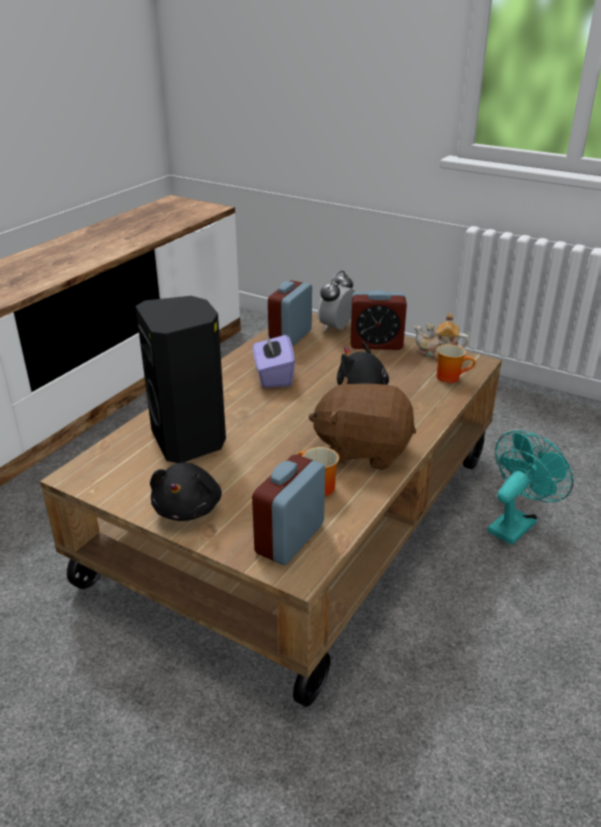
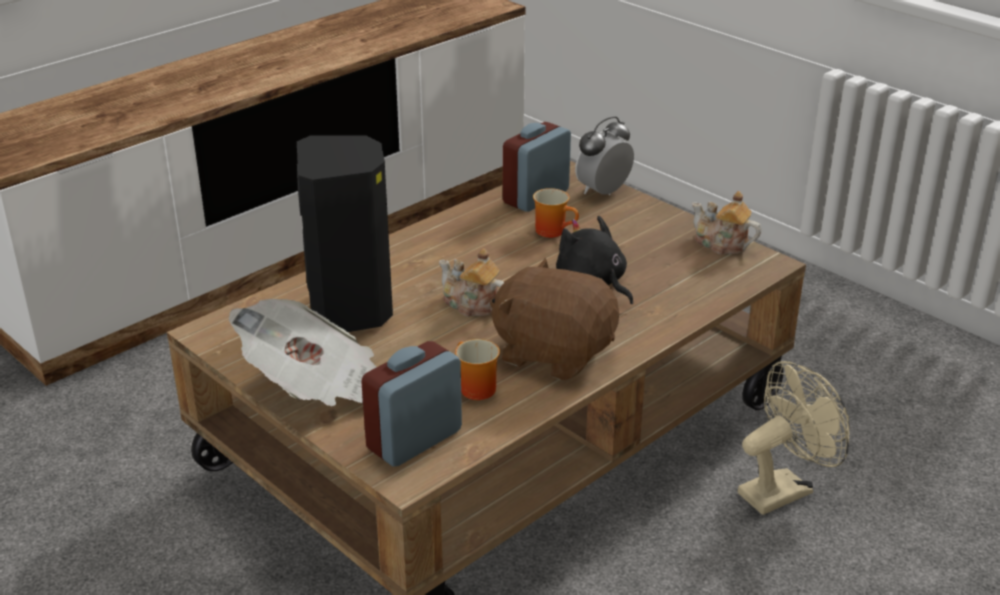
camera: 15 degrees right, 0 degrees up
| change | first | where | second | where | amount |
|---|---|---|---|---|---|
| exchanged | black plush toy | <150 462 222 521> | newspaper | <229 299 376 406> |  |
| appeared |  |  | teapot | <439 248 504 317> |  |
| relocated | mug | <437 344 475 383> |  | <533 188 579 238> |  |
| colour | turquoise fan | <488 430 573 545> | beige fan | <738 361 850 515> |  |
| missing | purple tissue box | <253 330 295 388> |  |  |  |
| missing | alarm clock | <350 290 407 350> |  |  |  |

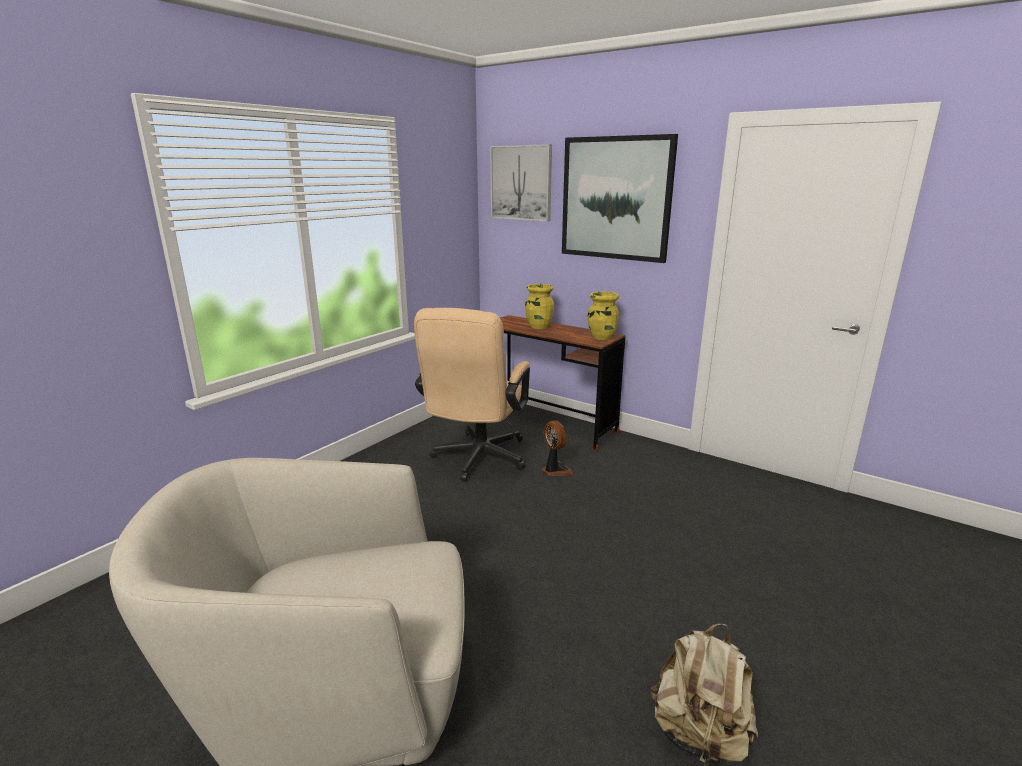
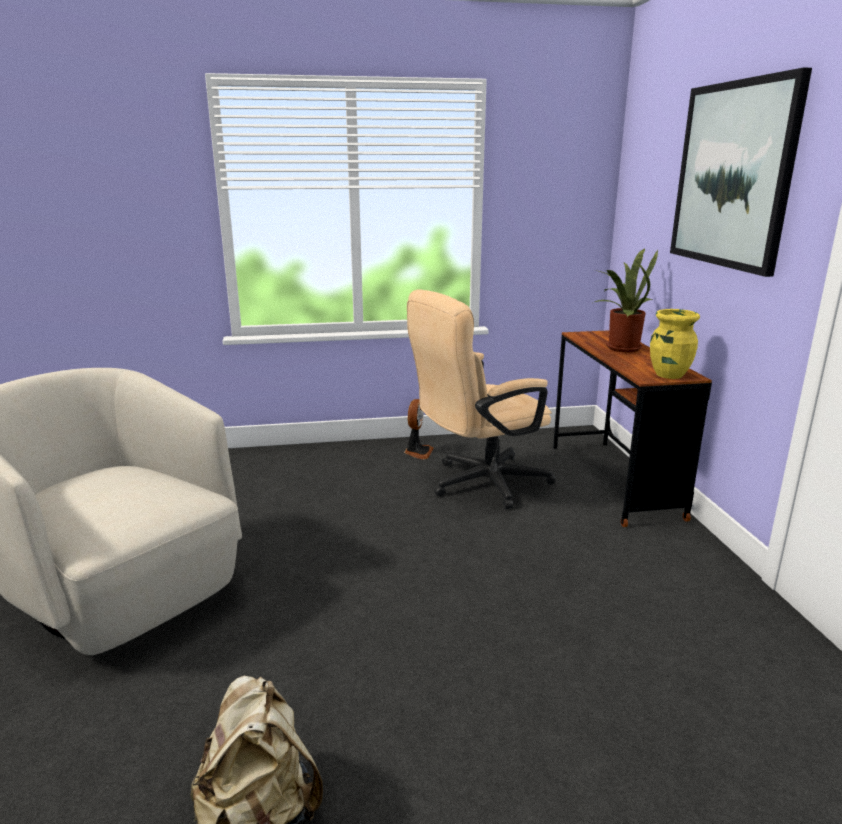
camera: 45 degrees right, 0 degrees up
| change | first | where | second | where | amount |
|---|---|---|---|---|---|
| relocated | fan | <542 420 573 475> |  | <404 399 433 460> |  |
| exchanged | yellow vase | <525 284 554 329> | potted plant | <595 248 658 352> |  |
| missing | picture | <490 144 552 221> |  |  |  |

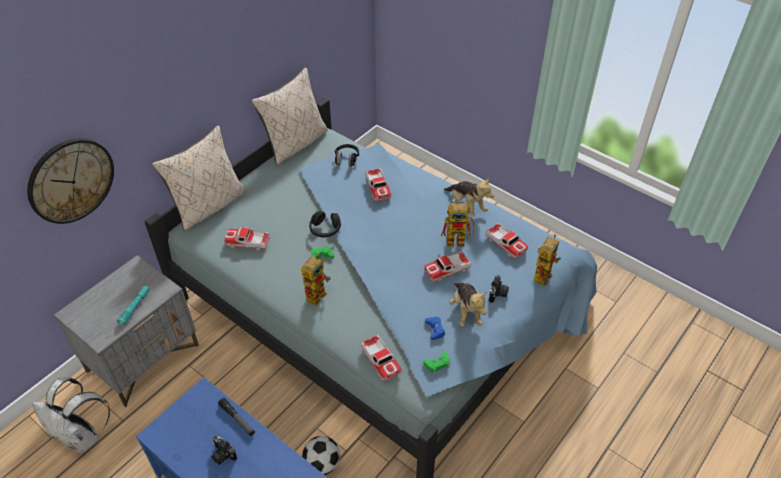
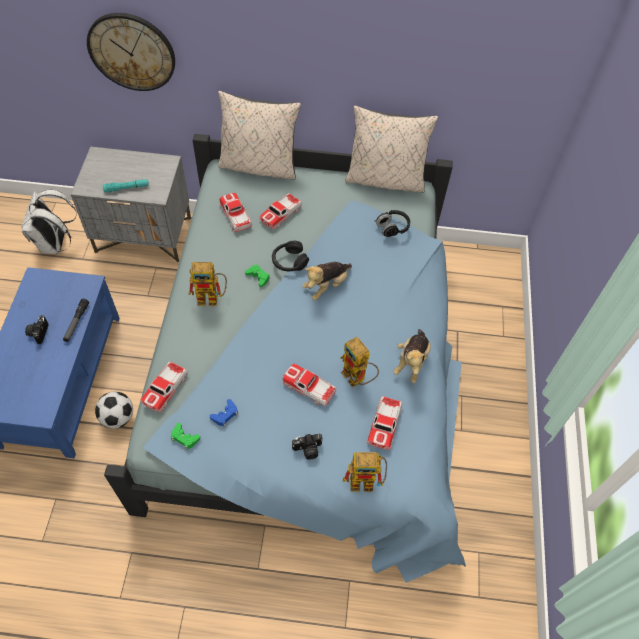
camera: 55 degrees right, 10 degrees up
| change | first | where | second | where | amount |
|---|---|---|---|---|---|
| relocated | toy car | <365 168 392 201> |  | <259 193 302 229> |  |
| relocated | plush toy | <449 283 487 326> |  | <302 262 352 300> |  |

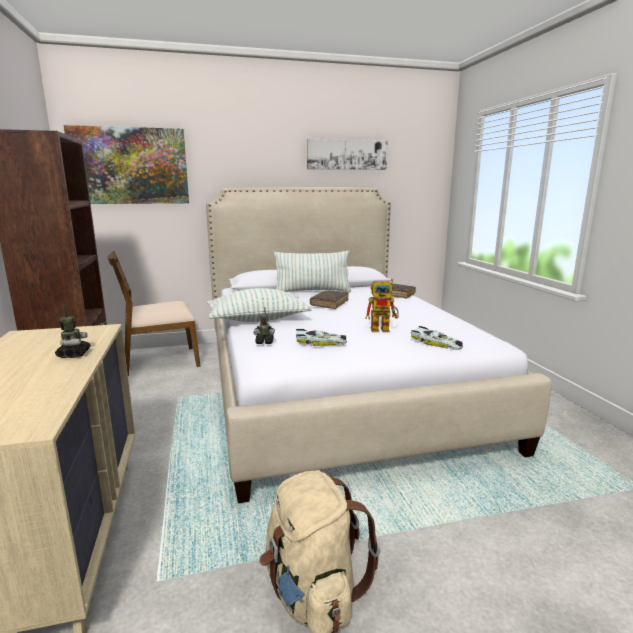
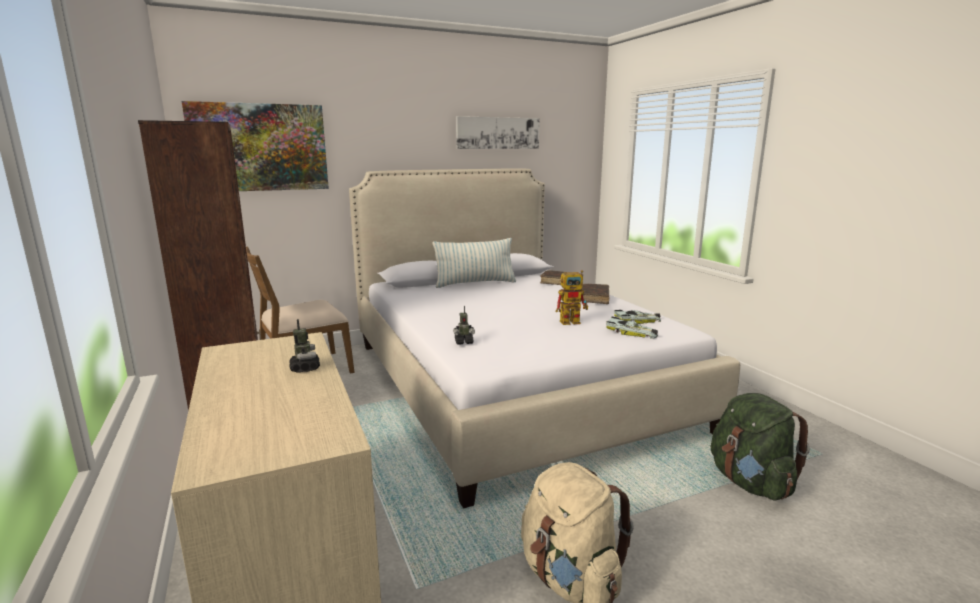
camera: 10 degrees left, 0 degrees up
| change | first | where | second | where | amount |
|---|---|---|---|---|---|
| relocated | brown book | <310 290 348 309> |  | <581 284 609 304> |  |
| relocated | toy car | <296 329 347 346> |  | <614 310 661 324> |  |
| appeared |  |  | green backpack | <711 393 810 501> |  |
| missing | pillow | <207 288 312 322> |  |  |  |

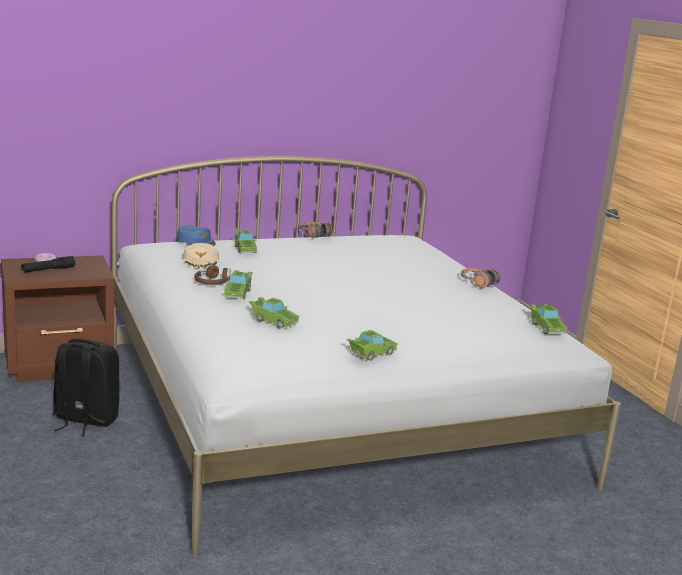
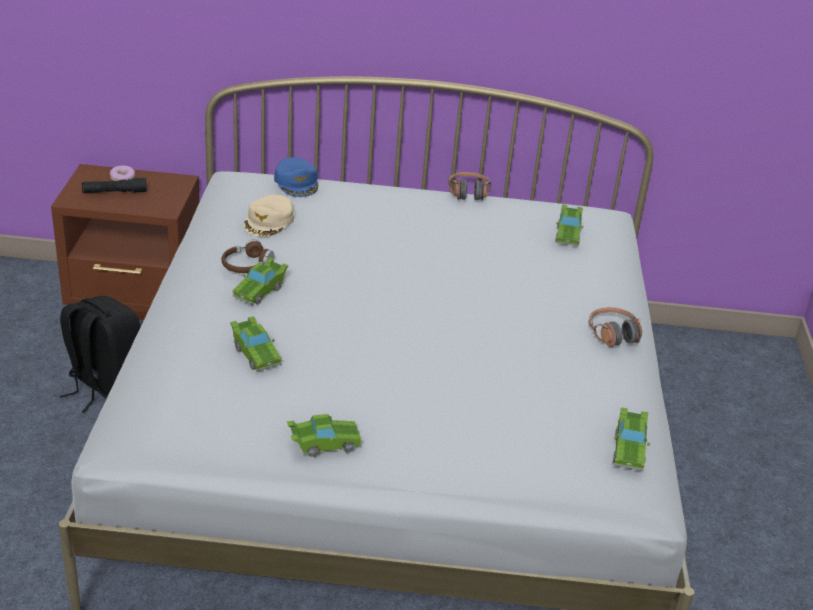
camera: 25 degrees right, 15 degrees up
| change | first | where | second | where | amount |
|---|---|---|---|---|---|
| relocated | green toy car | <235 230 257 253> |  | <555 204 583 246> |  |

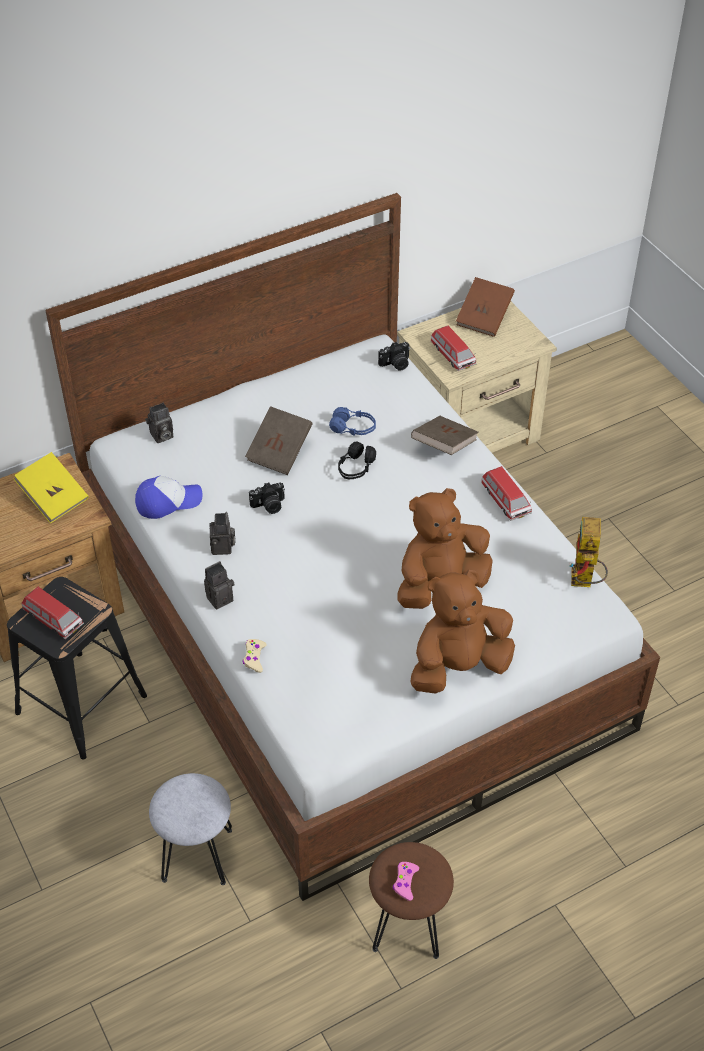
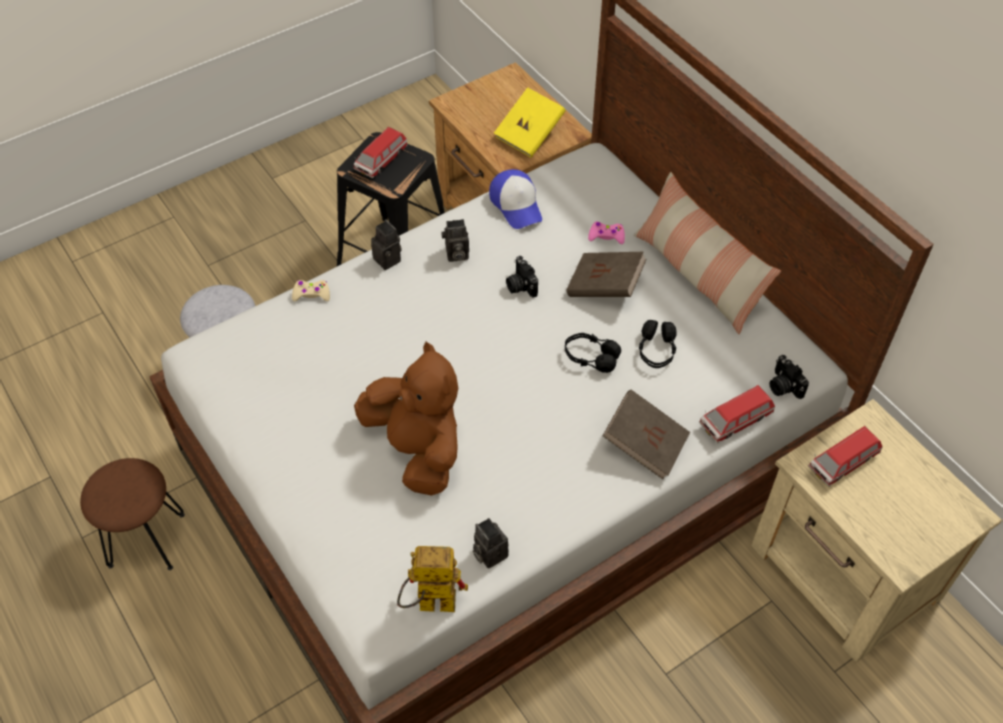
camera: 85 degrees right, 5 degrees up
| change | first | where | second | where | amount |
|---|---|---|---|---|---|
| relocated | photo camera | <145 403 173 443> |  | <473 518 509 568> |  |
| relocated | pink game controller | <393 862 419 901> |  | <588 222 625 244> |  |
| appeared |  |  | pillow | <634 172 781 334> |  |
| colour | blue headphones | <329 407 376 436> | black headphones | <639 320 677 368> |  |
| relocated | toy car | <481 466 532 521> |  | <699 385 775 443> |  |
| missing | brown plush toy | <410 570 515 694> |  |  |  |
| missing | brown book | <456 277 515 337> |  |  |  |

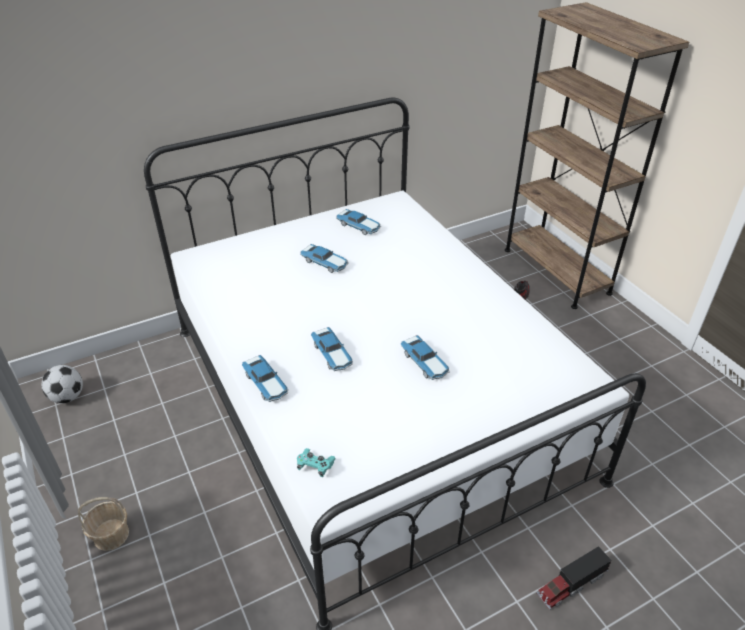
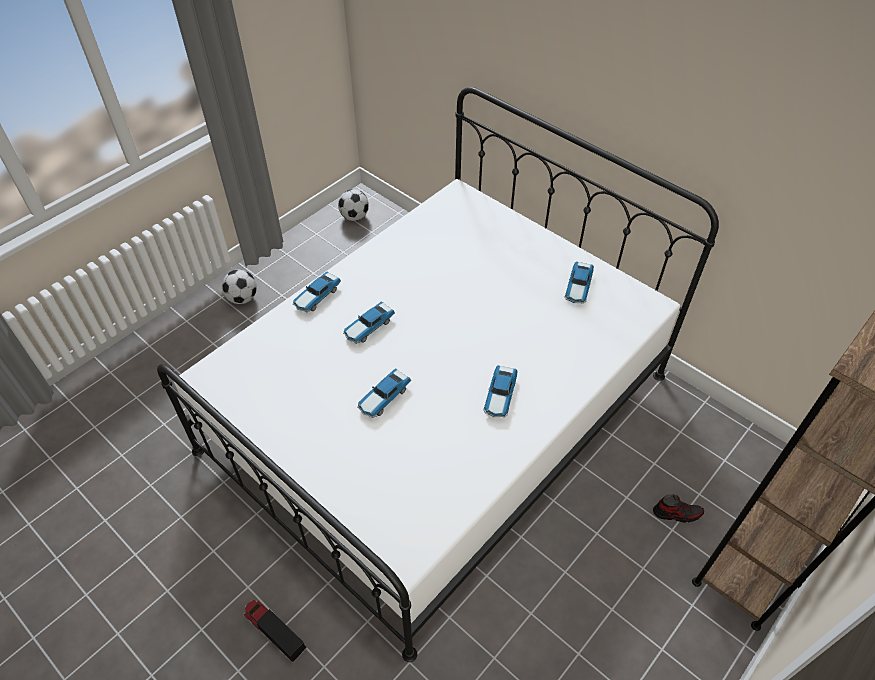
camera: 70 degrees right, 10 degrees up
| change | first | where | second | where | amount |
|---|---|---|---|---|---|
| exchanged | basket | <78 497 129 551> | football | <222 270 257 304> |  |
| relocated | toy car | <301 244 348 273> |  | <483 365 518 418> |  |
| missing | turquoise game controller | <297 448 335 477> |  |  |  |

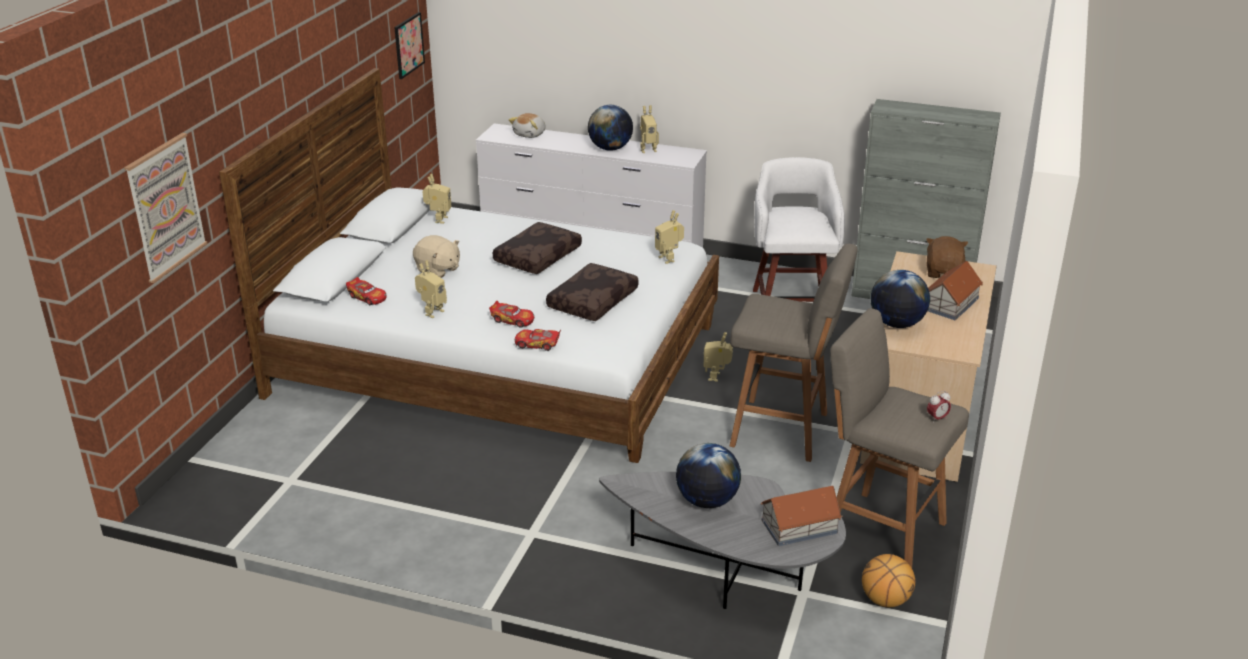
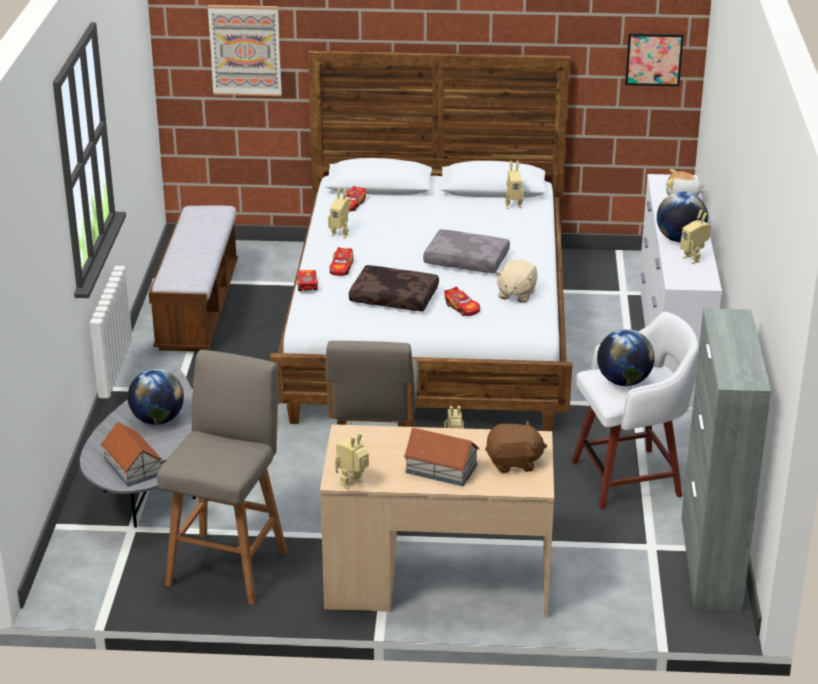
camera: 75 degrees right, 0 degrees up
| change | first | where | second | where | amount |
|---|---|---|---|---|---|
| appeared |  |  | bench | <149 206 238 352> |  |
| relocated | toy robot | <655 210 684 264> |  | <335 432 369 489> |  |
| colour | brown pillow | <493 222 582 274> | grey pillow | <423 230 510 273> |  |
| appeared |  |  | toy car | <444 287 480 316> |  |
| relocated | beige plush toy | <413 235 460 278> |  | <495 259 538 303> |  |
| relocated | globe | <871 270 930 328> |  | <597 329 655 386> |  |
| missing | basketball | <862 554 915 607> |  |  |  |
| missing | alarm clock | <927 391 951 423> |  |  |  |

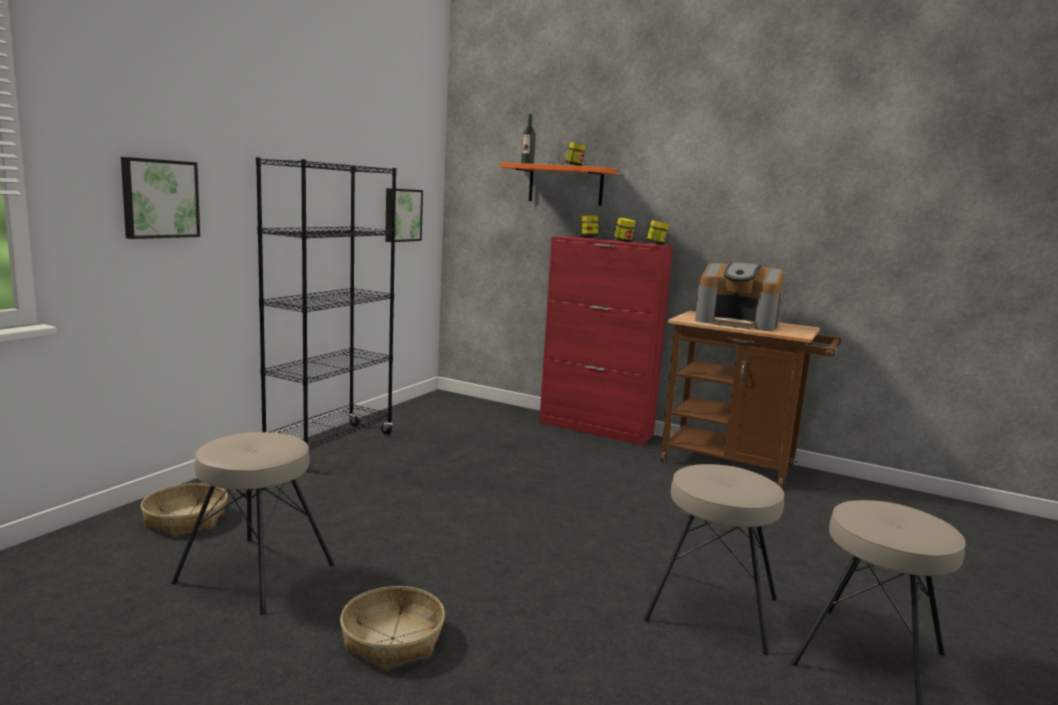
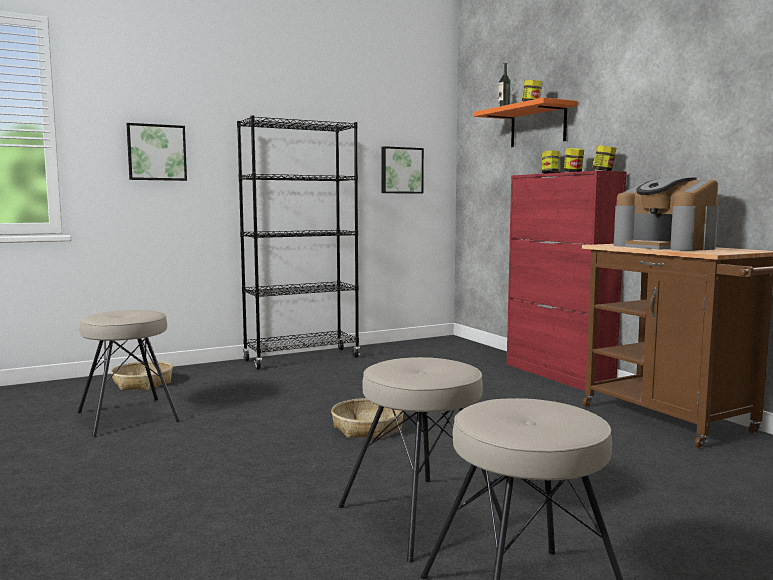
camera: 35 degrees right, 5 degrees down
| change | first | where | second | where | amount |
|---|---|---|---|---|---|
| relocated | basket | <340 586 445 669> |  | <331 398 404 439> |  |

